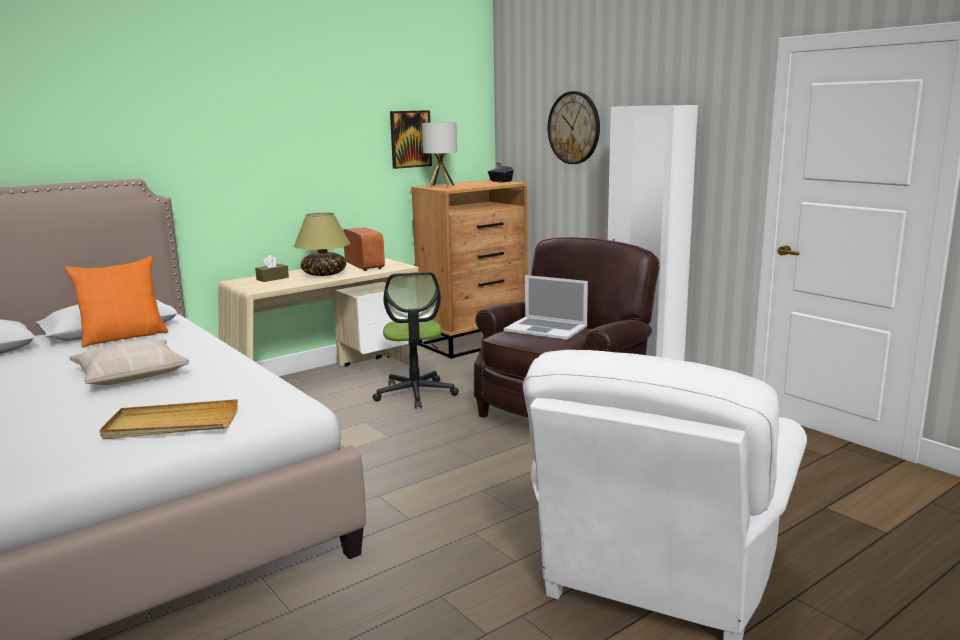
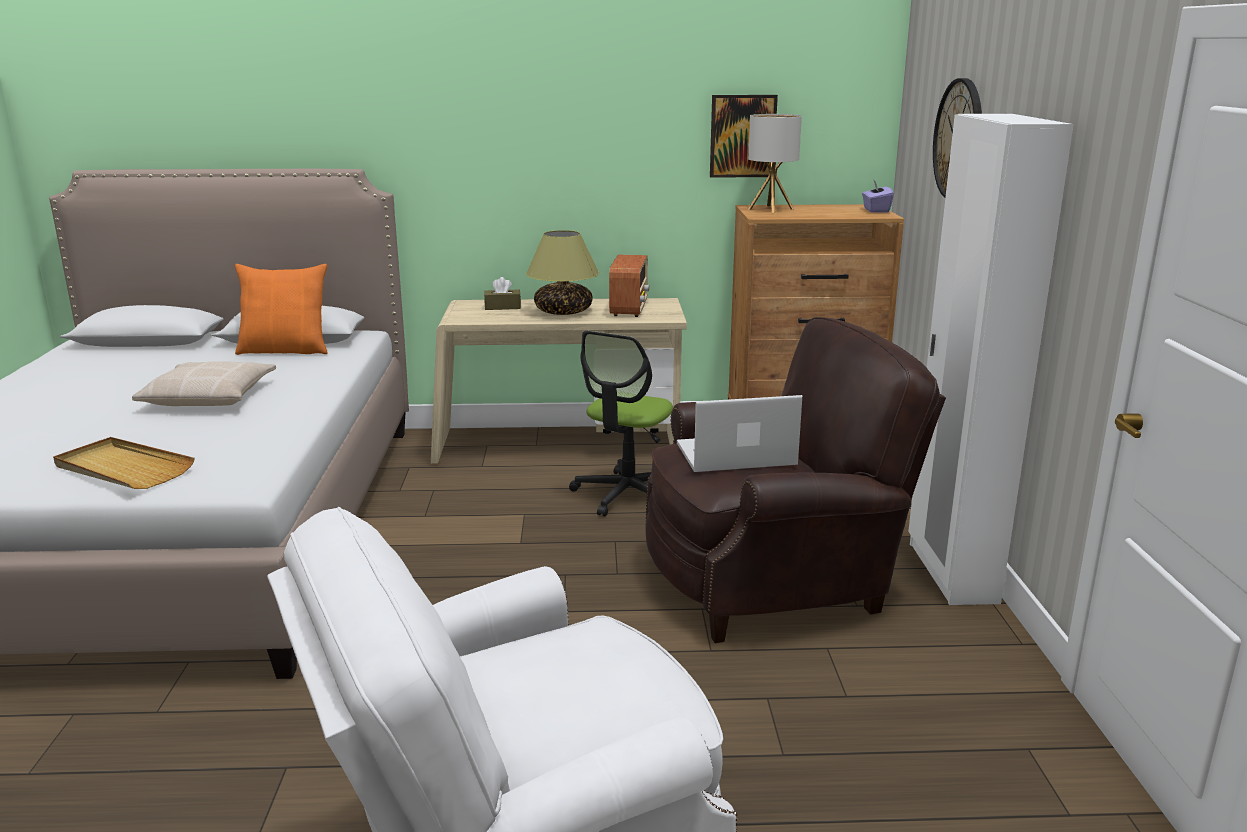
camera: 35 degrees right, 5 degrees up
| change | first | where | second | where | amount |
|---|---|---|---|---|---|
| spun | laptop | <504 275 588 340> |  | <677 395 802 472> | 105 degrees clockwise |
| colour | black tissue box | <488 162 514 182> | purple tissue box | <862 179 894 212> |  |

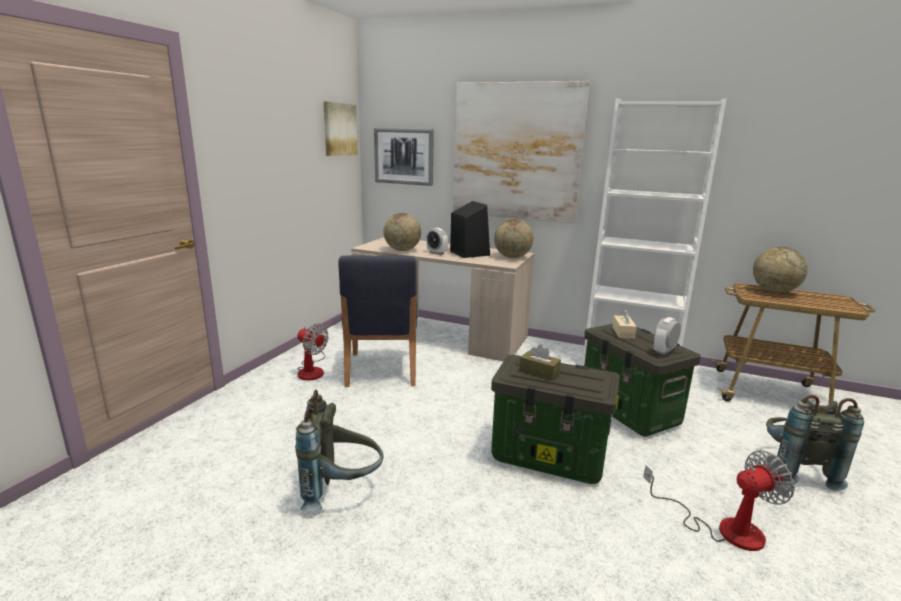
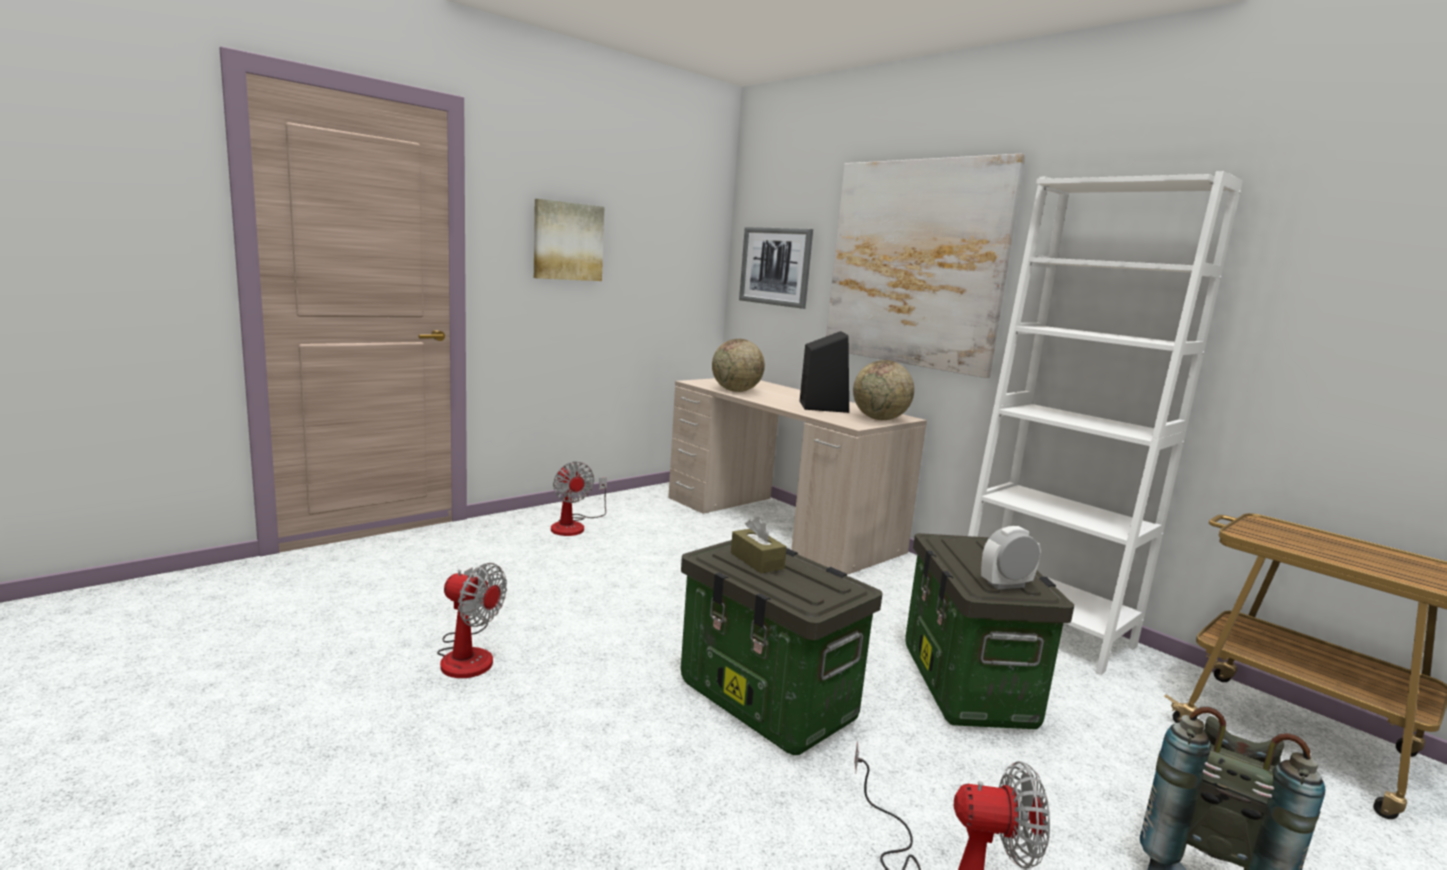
camera: 25 degrees right, 5 degrees down
| change | first | where | second | where | amount |
|---|---|---|---|---|---|
| exchanged | grey backpack | <295 390 384 511> | fan | <437 563 507 678> |  |
| relocated | picture | <323 101 358 156> |  | <534 199 604 281> |  |
| missing | blue chair | <338 255 417 387> |  |  |  |
| missing | alarm clock | <427 228 448 255> |  |  |  |
| missing | beige tissue box | <612 309 637 339> |  |  |  |
| missing | globe | <753 247 808 293> |  |  |  |

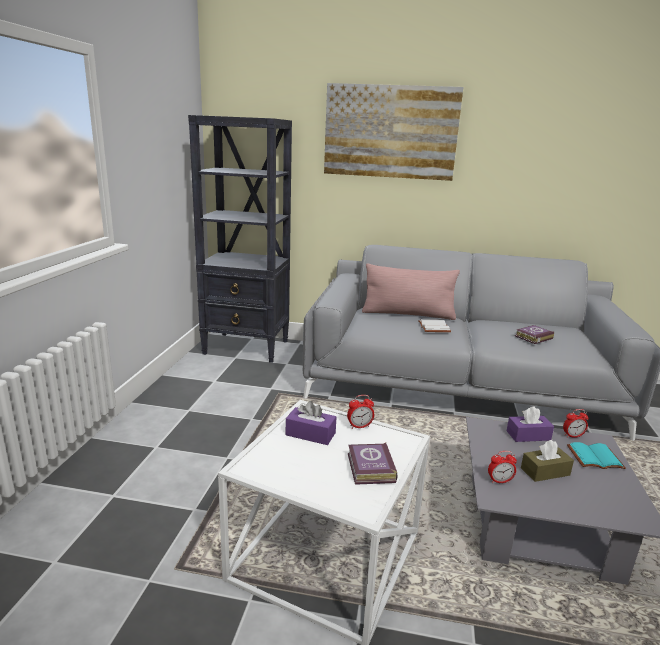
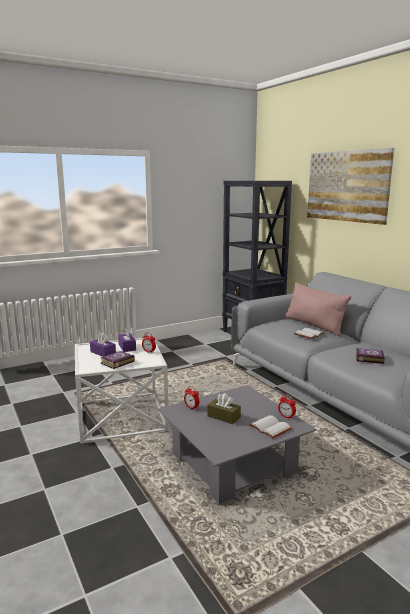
camera: 50 degrees right, 5 degrees down
| change | first | where | second | where | amount |
|---|---|---|---|---|---|
| relocated | purple tissue box | <507 406 554 442> |  | <90 332 116 357> |  |
| colour | turquoise book | <567 442 626 469> | white book | <249 415 292 439> |  |

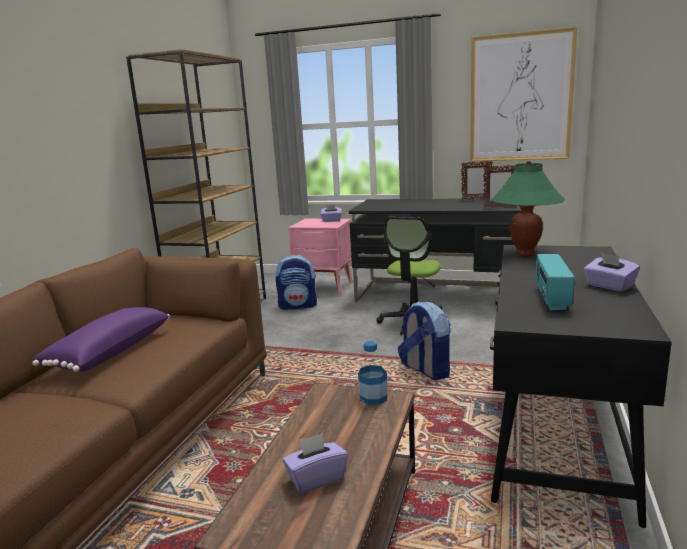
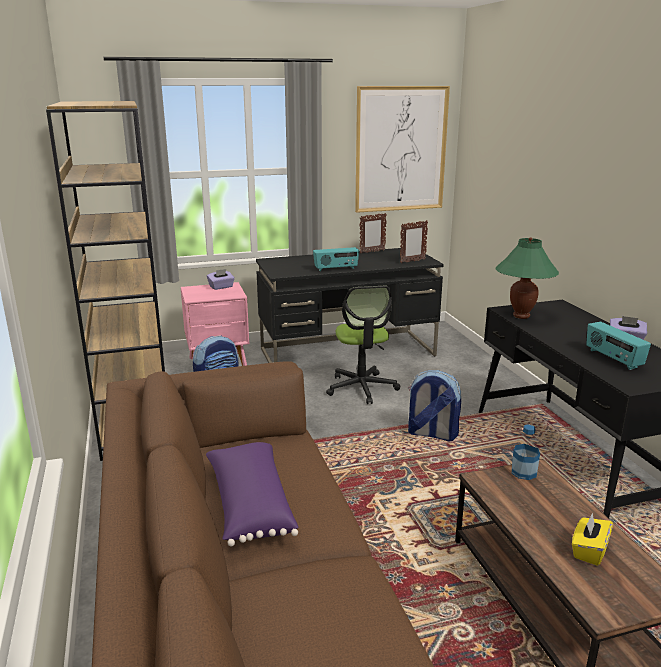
camera: 35 degrees left, 5 degrees up
| change | first | where | second | where | amount |
|---|---|---|---|---|---|
| appeared |  |  | radio | <313 247 359 271> |  |
| colour | purple tissue box | <282 434 348 494> | yellow tissue box | <572 513 613 566> |  |

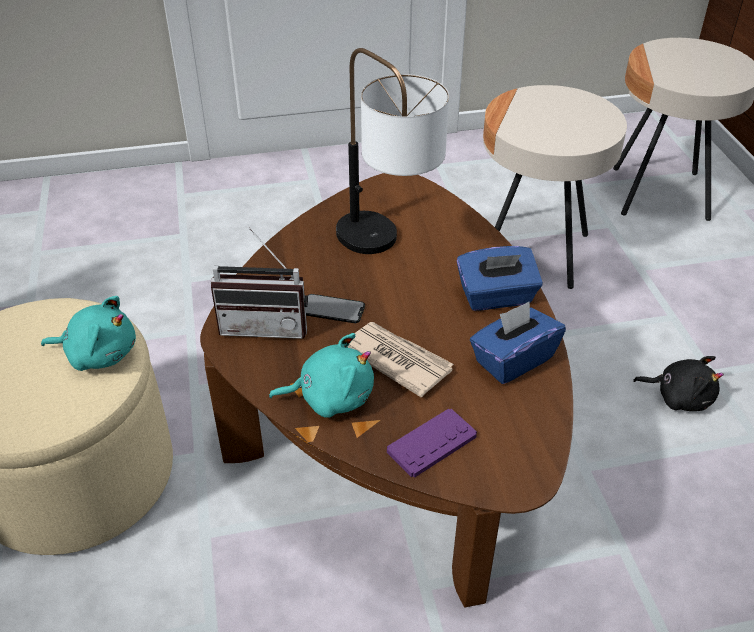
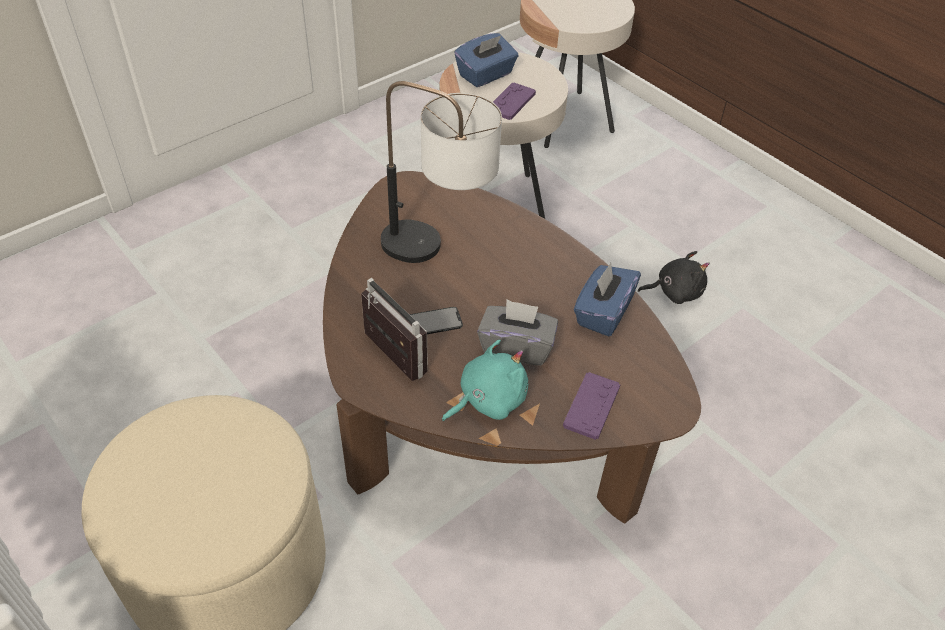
camera: 30 degrees left, 5 degrees up
| change | first | where | second | where | amount |
|---|---|---|---|---|---|
| spun | radio | <211 228 308 339> |  | <361 278 428 381> | 105 degrees counterclockwise |
| relocated | blue tissue box | <457 246 543 311> |  | <454 33 519 87> |  |
| exchanged | newspaper | <348 322 454 397> | grey tissue box | <477 299 558 366> |  |
| appeared |  |  | purple game controller | <493 83 536 120> |  |
| missing | turquoise plush toy | <41 296 136 371> |  |  |  |

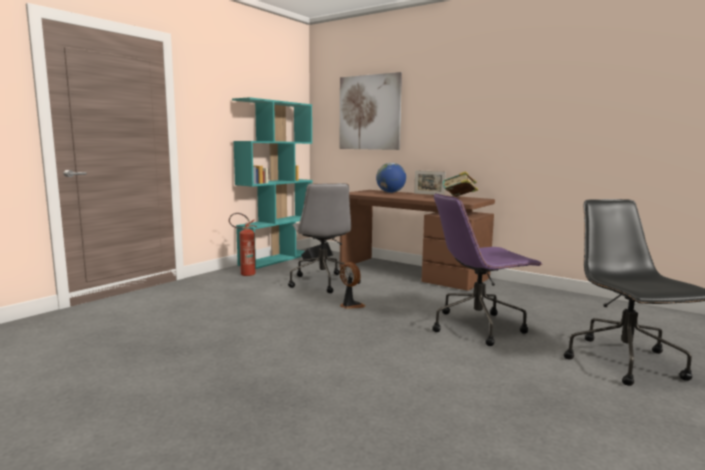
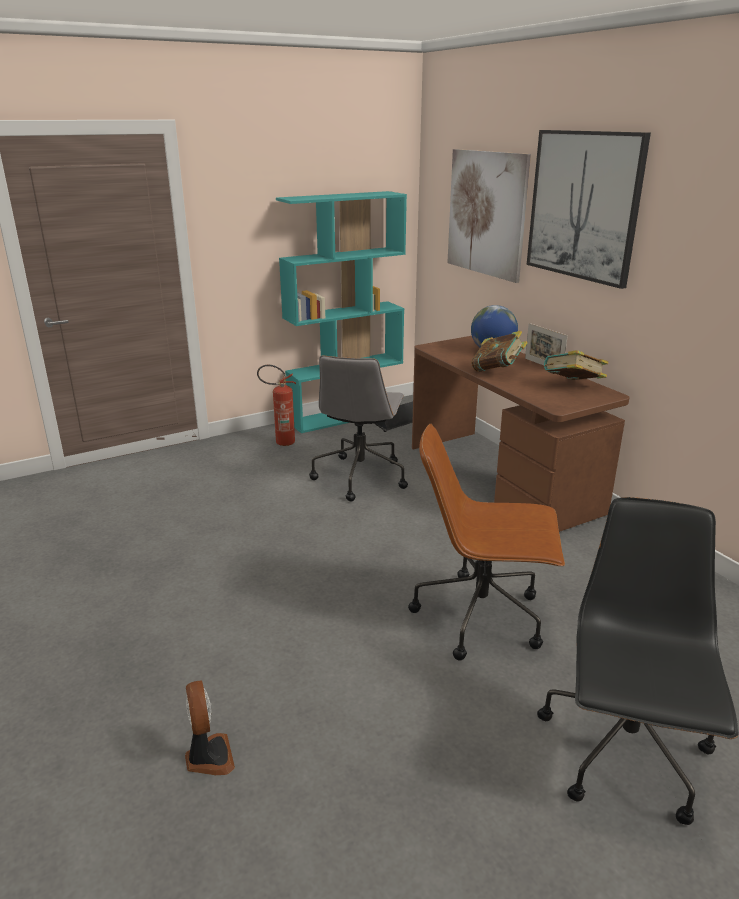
camera: 25 degrees right, 15 degrees up
| change | first | where | second | where | amount |
|---|---|---|---|---|---|
| relocated | fan | <340 262 366 309> |  | <185 680 235 775> |  |
| colour | purple office chair | <432 193 543 346> | brown office chair | <408 424 565 660> |  |
| appeared |  |  | book | <471 331 528 372> |  |
| appeared |  |  | picture | <527 130 651 289> |  |

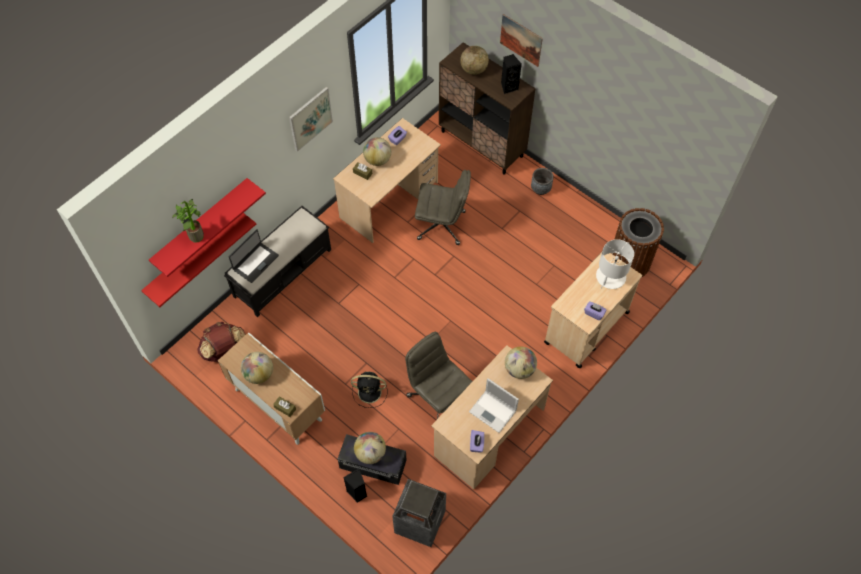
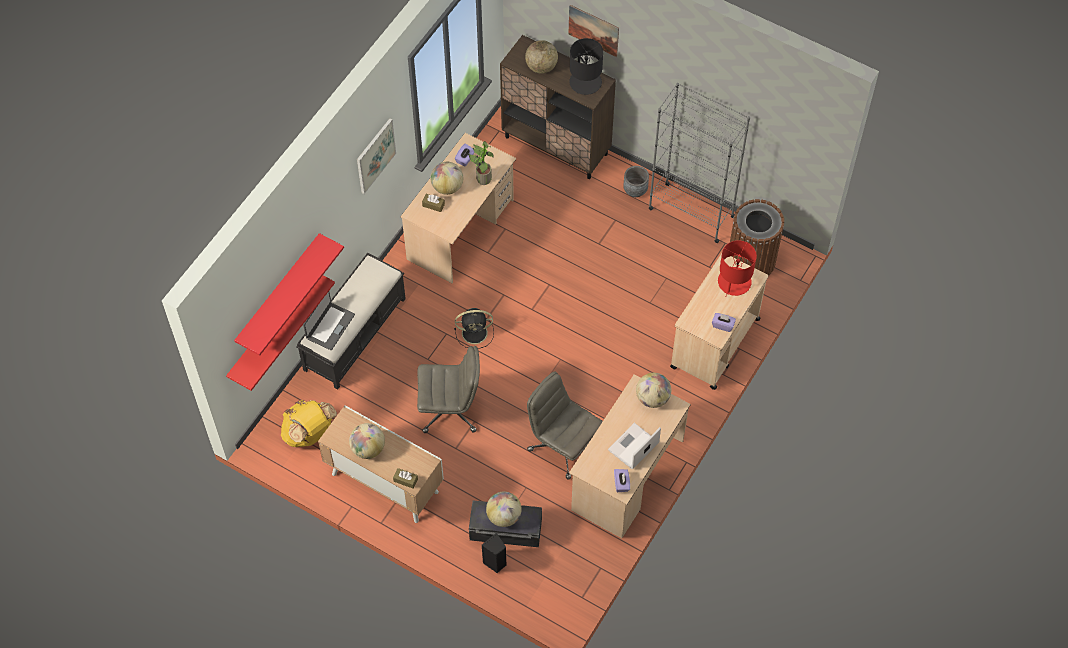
camera: 10 degrees left, 0 degrees up
| change | first | where | second | where | amount |
|---|---|---|---|---|---|
| colour | brown backpack | <197 322 246 362> | yellow backpack | <281 400 337 447> |  |
| relocated | grey office chair | <415 170 471 245> |  | <417 346 480 433> |  |
| relocated | black fan | <351 372 387 408> |  | <454 308 494 349> |  |
| relocated | potted plant | <172 199 204 243> |  | <468 141 493 185> |  |
| exchanged | black speaker | <501 54 522 94> | black table lamp | <569 38 603 95> |  |
| spun | laptop | <469 378 519 433> |  | <608 423 661 469> | 105 degrees clockwise |
| appeared |  |  | grey bookcase | <649 83 750 243> |  |
| colour | white table lamp | <596 239 634 289> | red table lamp | <718 240 757 297> |  |
| missing | trash can | <392 479 446 547> |  |  |  |

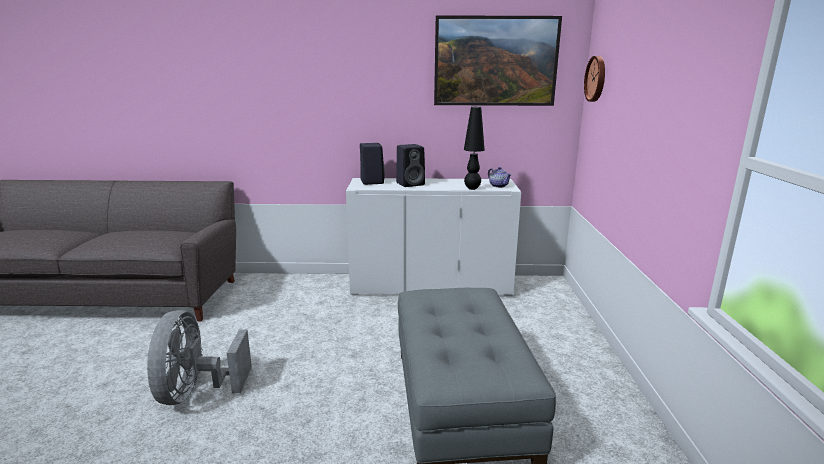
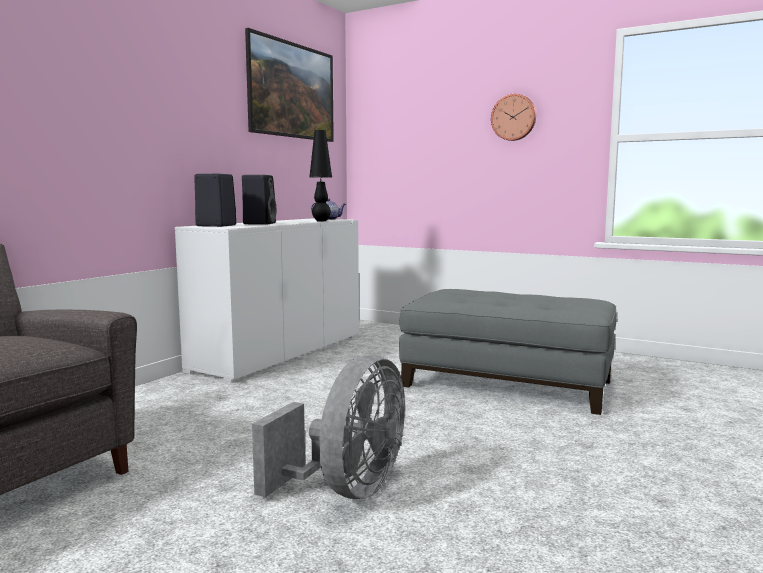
camera: 60 degrees left, 10 degrees down
| change | first | where | second | where | amount |
|---|---|---|---|---|---|
| spun | grey fan | <147 310 252 405> |  | <252 355 405 499> | 90 degrees counterclockwise |
| relocated | wall clock | <584 56 605 102> |  | <491 94 536 141> |  |

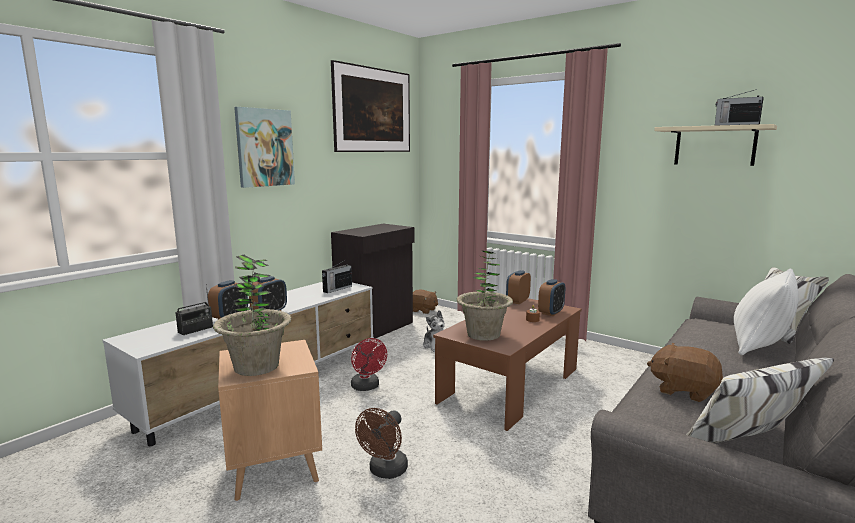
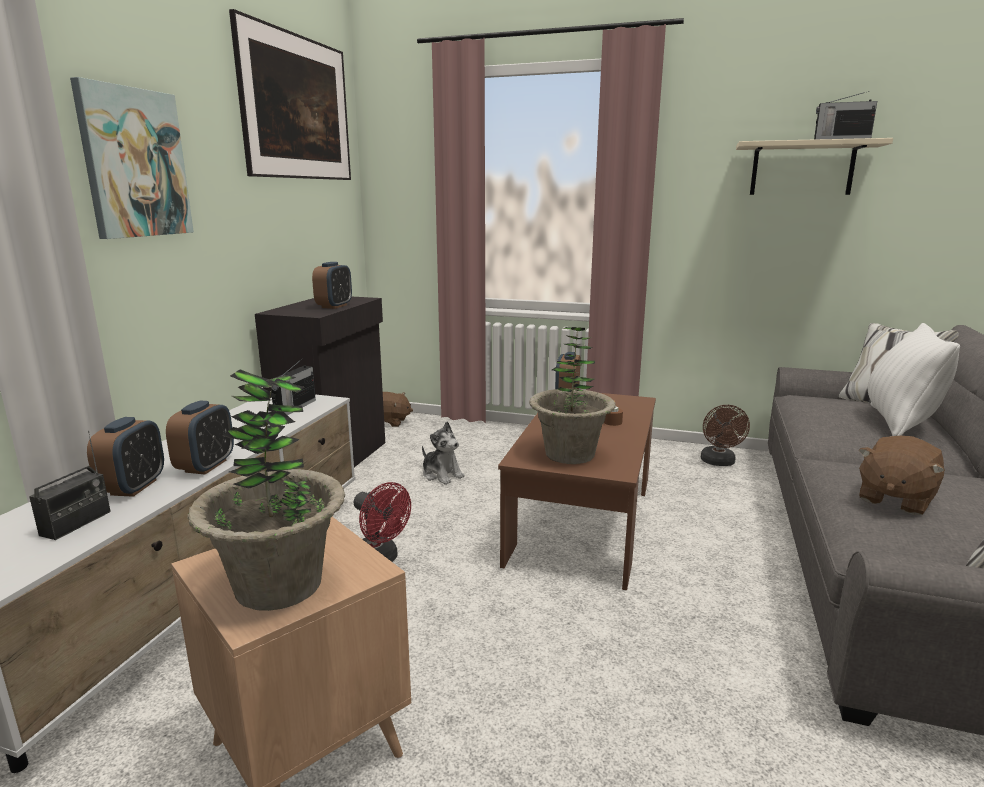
camera: 20 degrees left, 5 degrees up
| change | first | where | second | where | amount |
|---|---|---|---|---|---|
| relocated | alarm clock | <538 279 565 316> |  | <312 262 352 309> |  |
| relocated | brown fan | <355 408 408 479> |  | <701 405 750 466> |  |
| spun | brown plush toy | <647 343 723 402> |  | <858 436 945 515> | 60 degrees counterclockwise |

